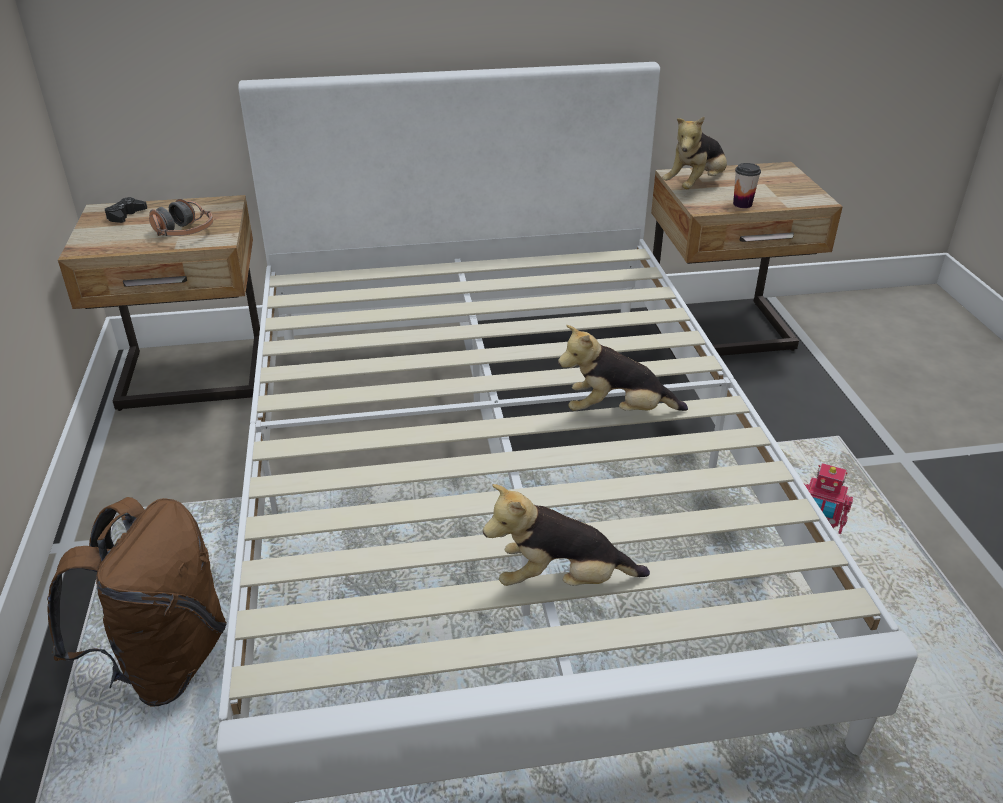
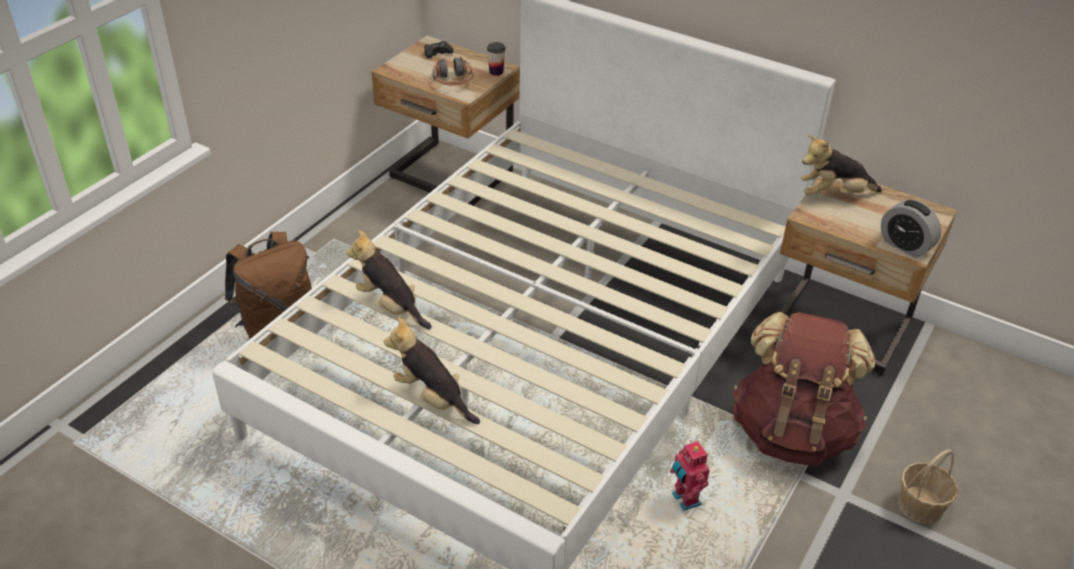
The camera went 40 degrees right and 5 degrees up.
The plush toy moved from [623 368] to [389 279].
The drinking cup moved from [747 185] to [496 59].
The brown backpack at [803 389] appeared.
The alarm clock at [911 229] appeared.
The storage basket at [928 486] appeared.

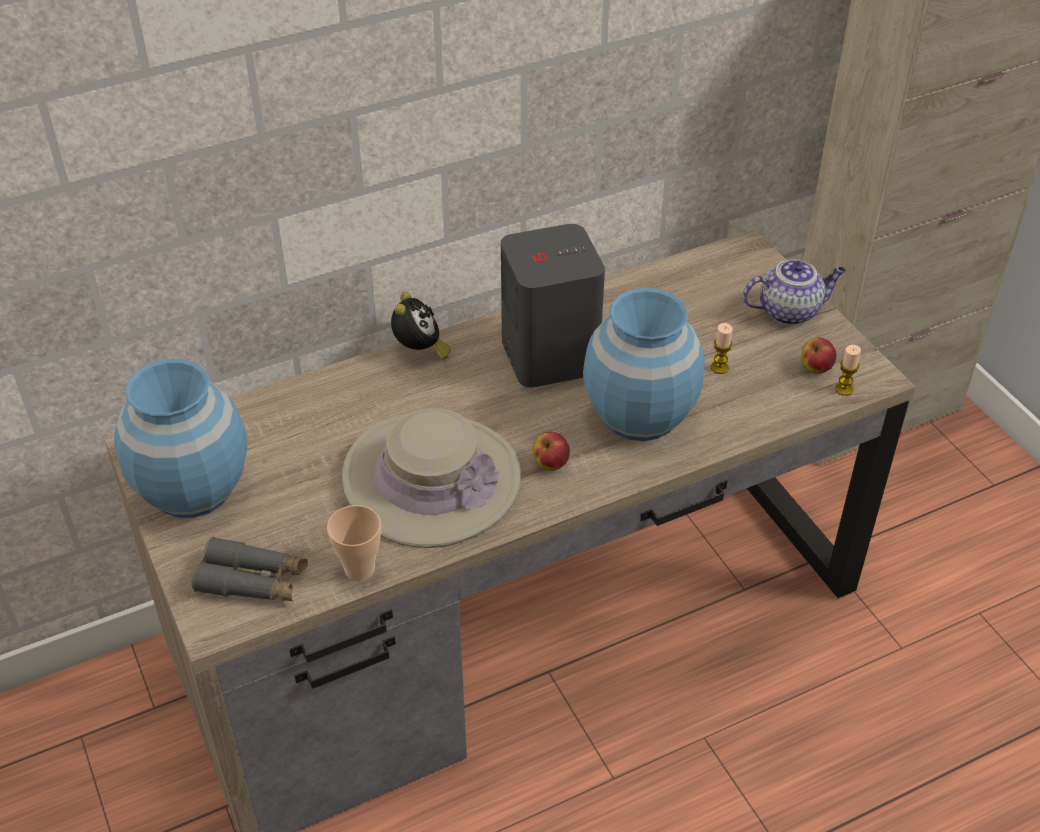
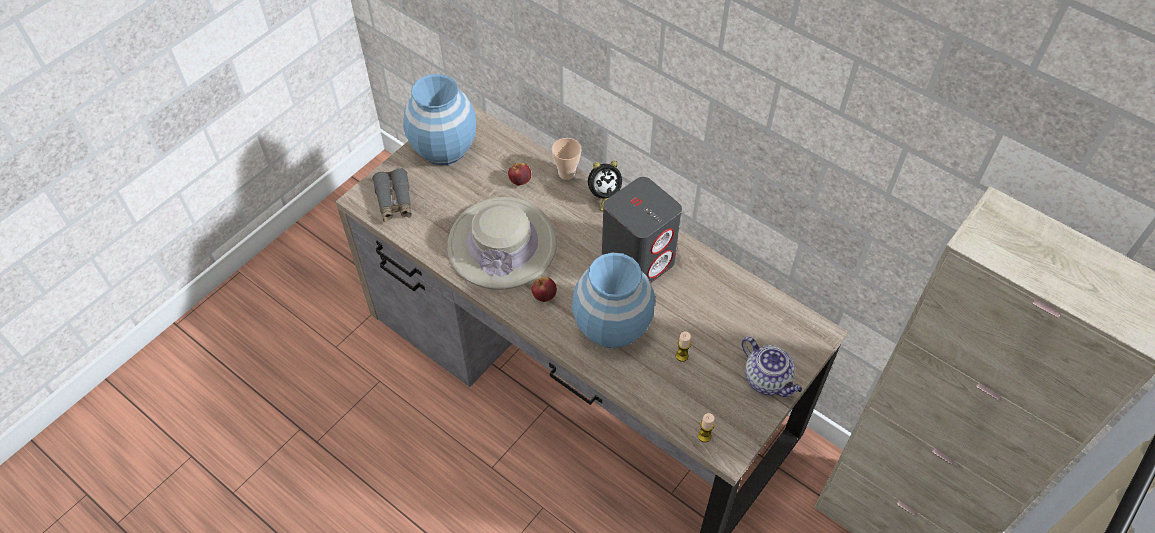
The camera went 65 degrees right and 10 degrees up.
The apple fruit moved from [819 356] to [519 174].
The drinking cup moved from [354 543] to [566 159].

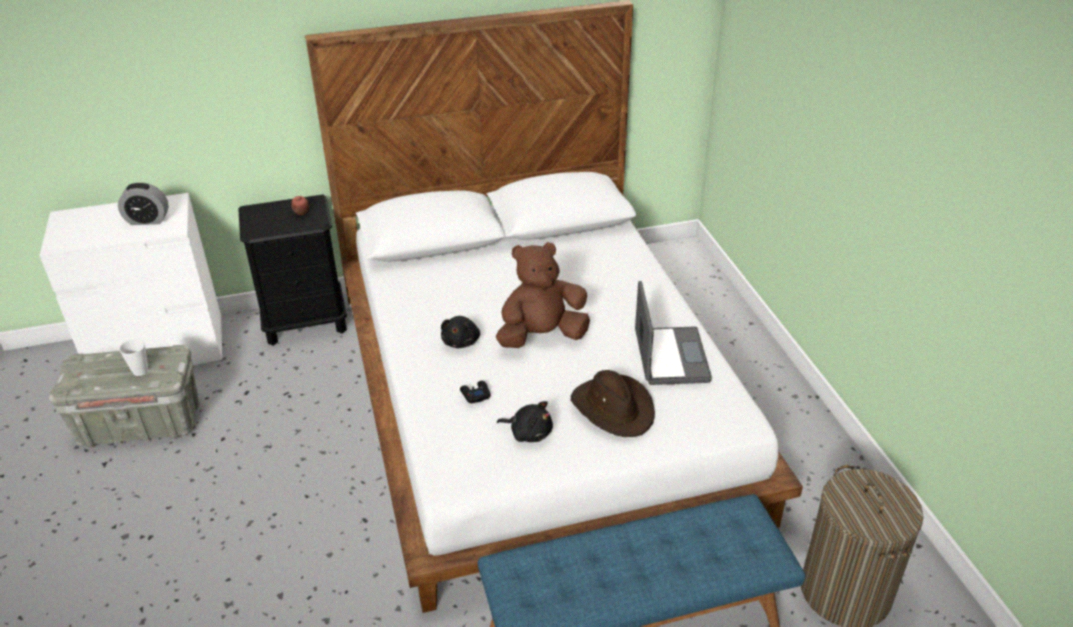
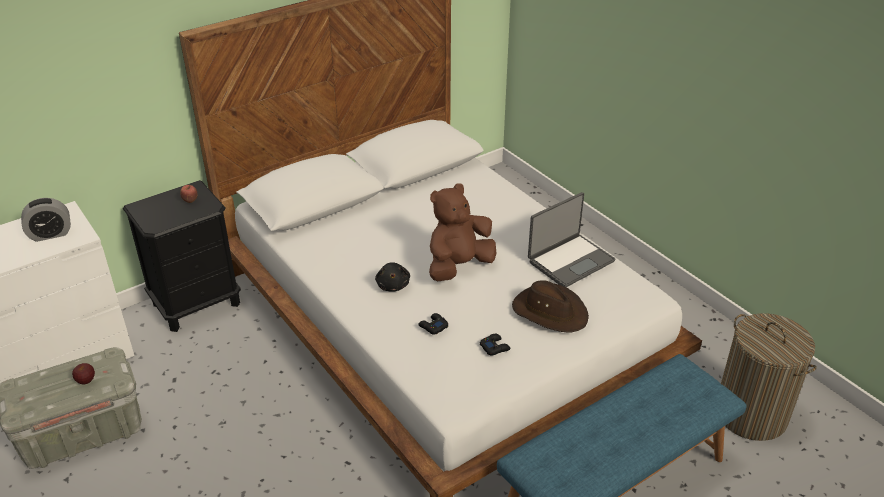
The camera went 20 degrees left and 0 degrees up.
The drinking cup at [133 357] was replaced by the apple fruit at [83 373].
The black plush toy at [525 421] was replaced by the black gamepad at [495 345].
The portable computer at [673 333] turned 75 degrees clockwise.

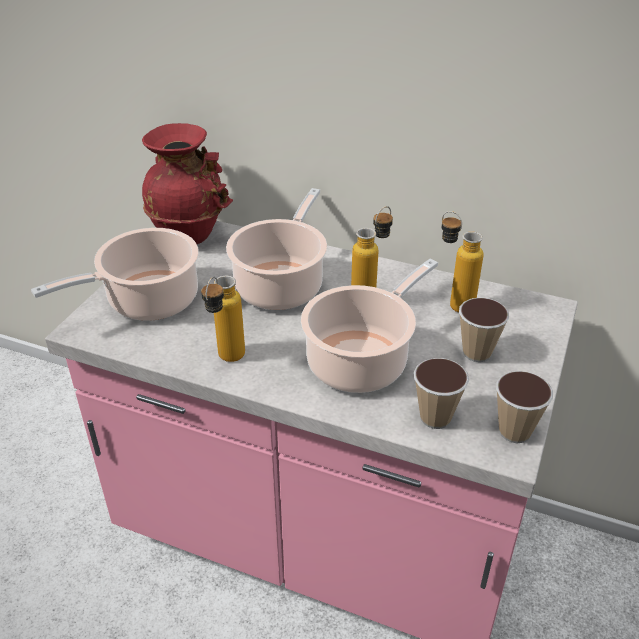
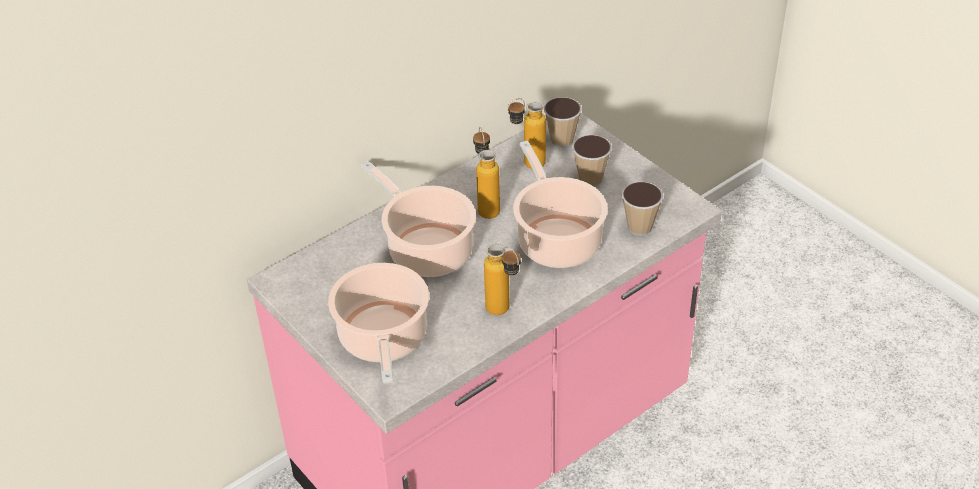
The camera went 60 degrees left and 5 degrees up.
The drinking cup moved from [524 407] to [563 122].
The red-coloured vase at [187 183] disappeared.

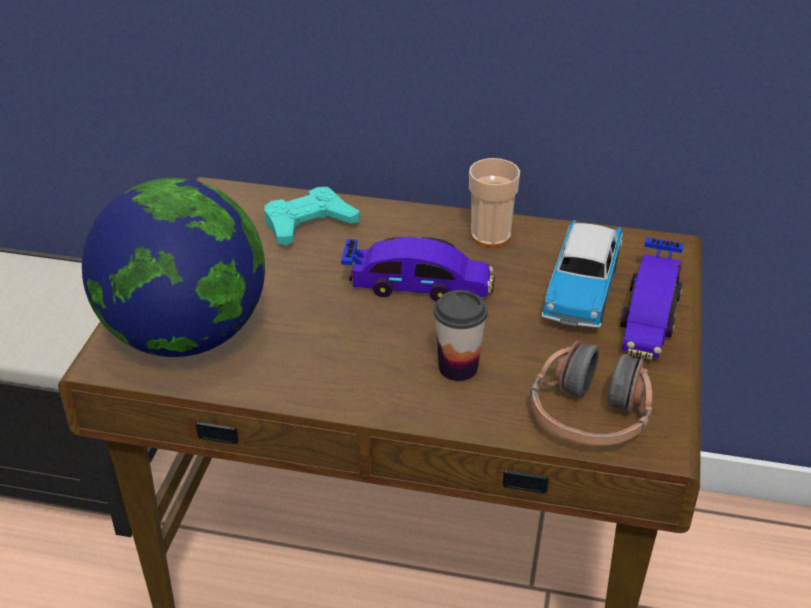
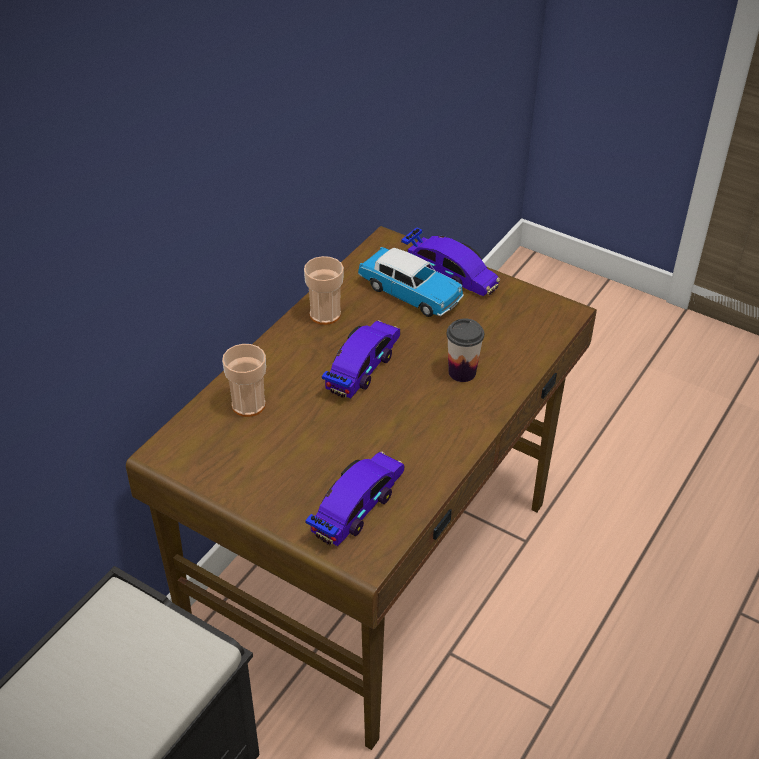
The camera went 70 degrees left and 5 degrees up.
The turquoise-coloured gamepad at [312 216] was replaced by the drinking cup at [244 380].
The desk globe at [173 267] was replaced by the toy car at [354 499].
The headset at [591 392] disappeared.

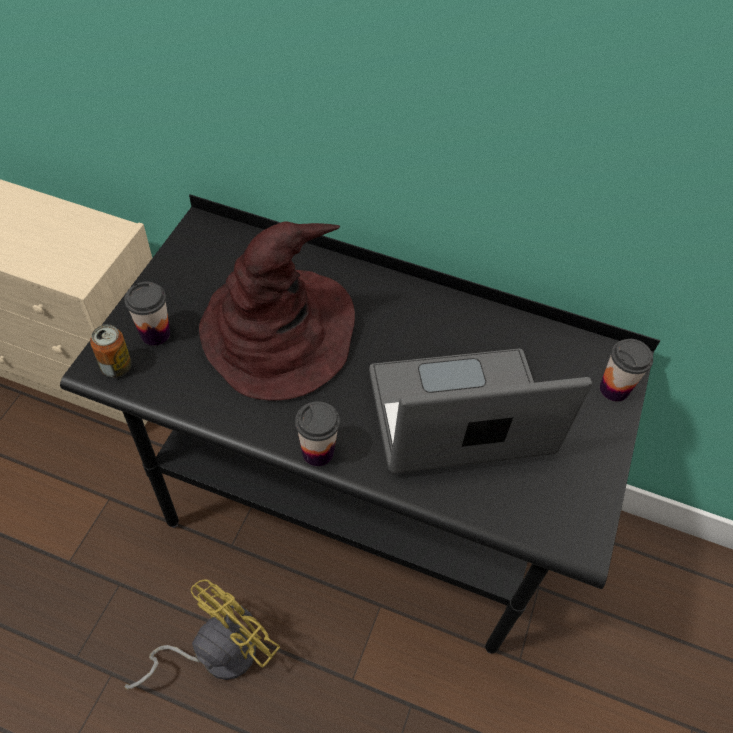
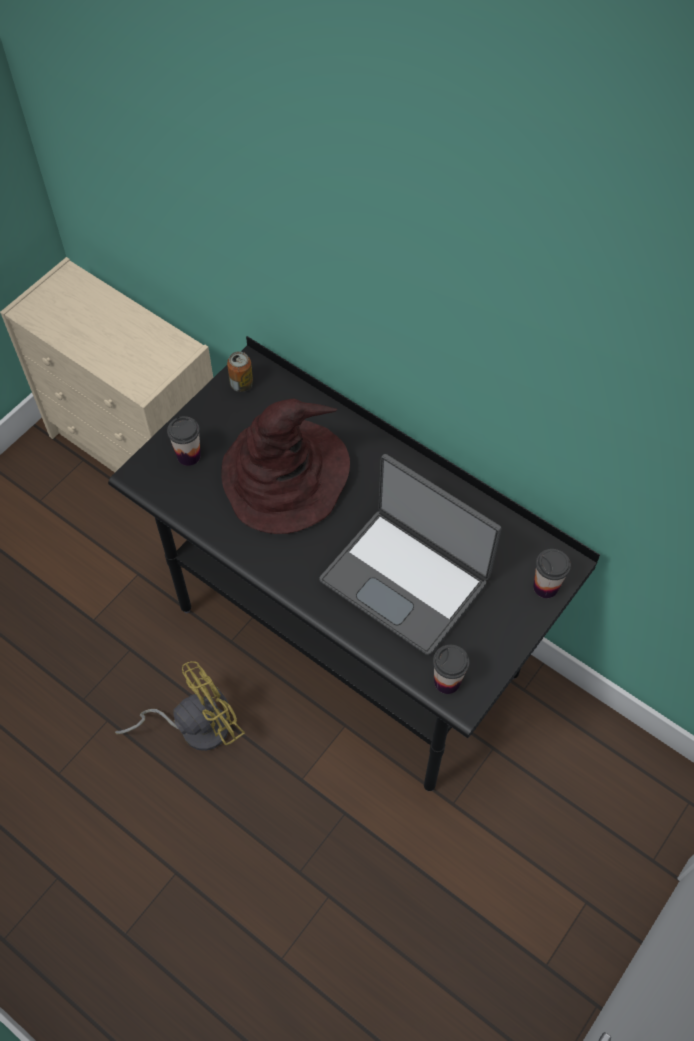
The camera went 20 degrees right and 5 degrees up.
The can moved from [111 351] to [240 371].
The portable computer at [480 411] turned 150 degrees counterclockwise.
The drinking cup moved from [317 433] to [451 669].

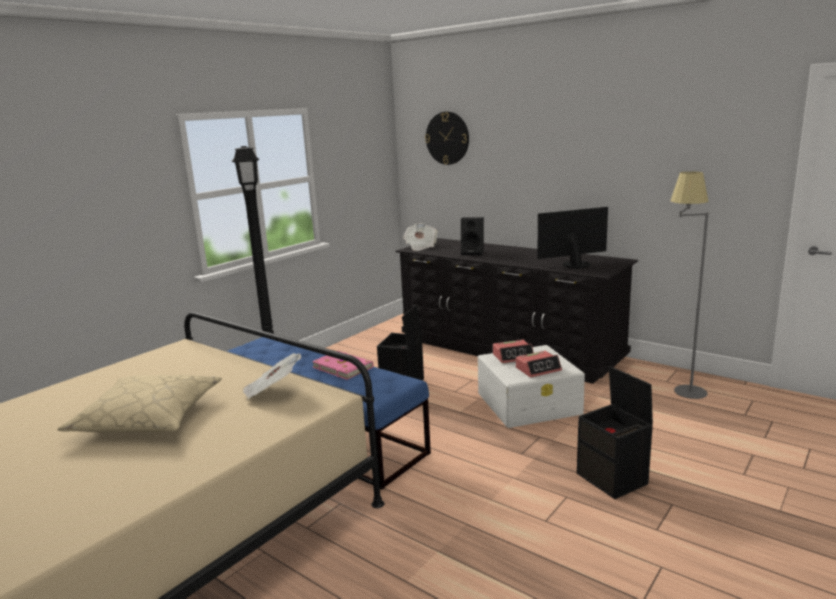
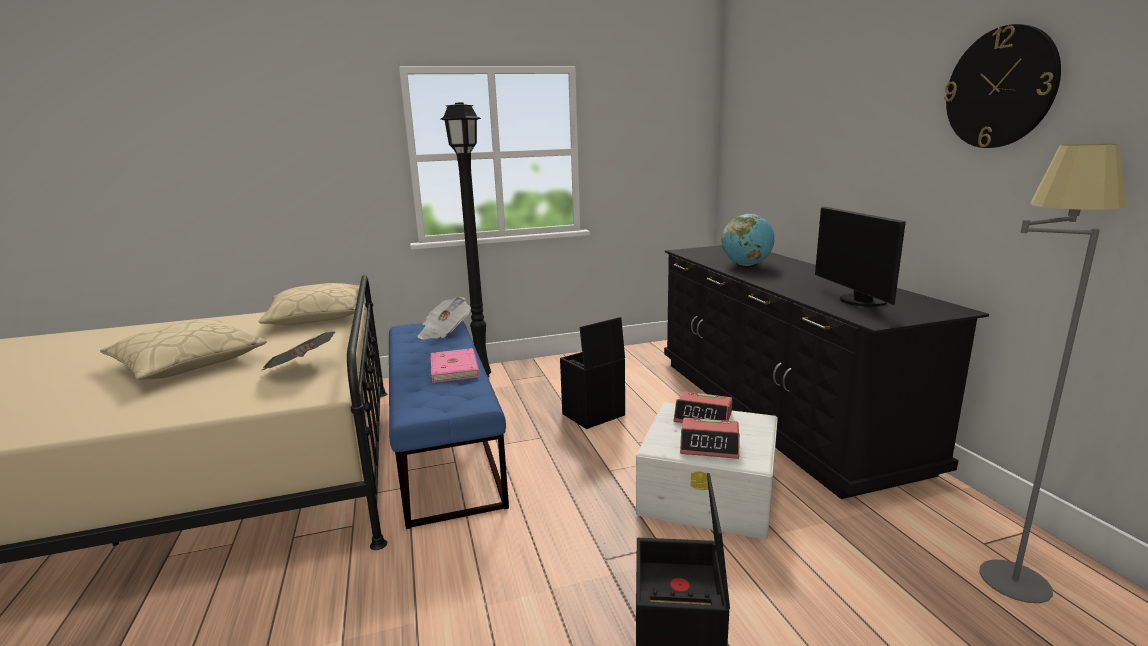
The camera went 35 degrees right and 0 degrees up.
The sand-coloured pillow at [309 304] appeared.
The newspaper moved from [420 237] to [444 318].
The black loudspeaker at [472 236] was replaced by the desk globe at [748 240].
The computer display at [572 237] turned 120 degrees counterclockwise.
The hanging clock moved from [447 138] to [1002 86].

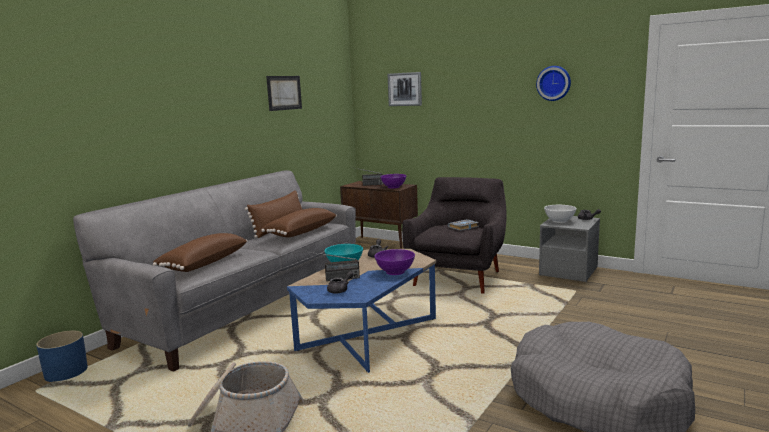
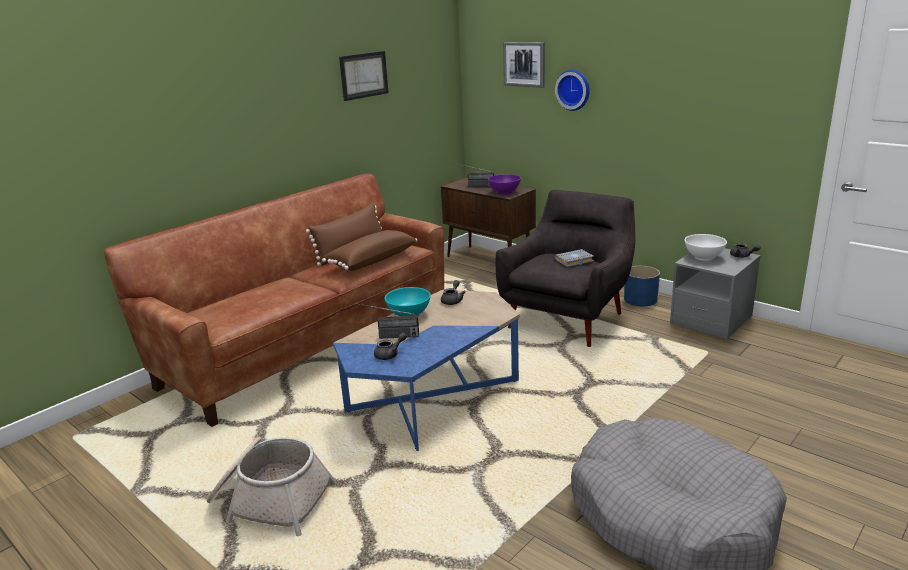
The camera went 10 degrees right and 10 degrees up.
The gray sofa at [214 271] became the brown sofa at [274 300].
The hanging clock moved from [553 83] to [572 90].
The blue-coloured plant pot moved from [62 356] to [642 286].
The brown pillow at [200 252] disappeared.
The purplish serving bowl at [394 262] disappeared.

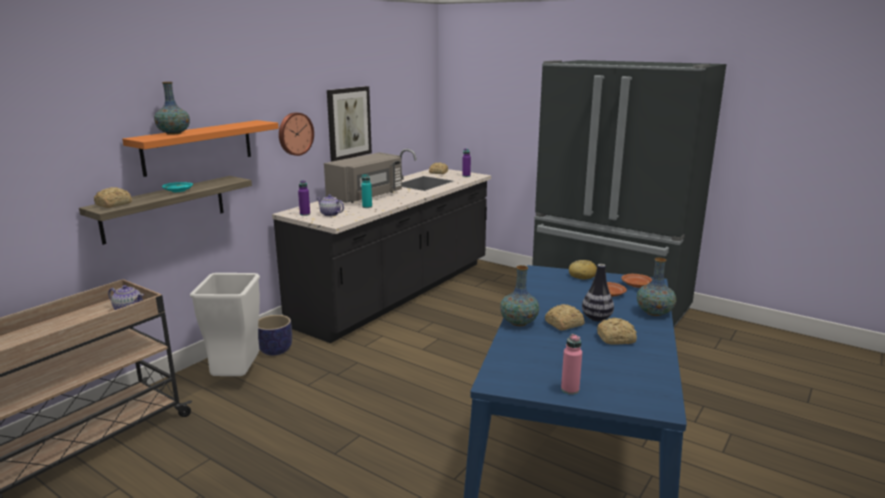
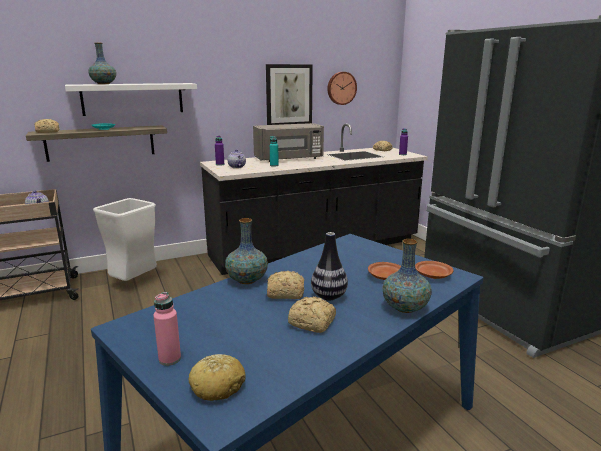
The camera went 30 degrees right and 0 degrees up.
The orange wall shelf at [200 148] became the whitish wall shelf at [131 99].
The baked bread moved from [583 270] to [217 377].
The hanging clock moved from [296 134] to [342 88].
The plant pot at [275 335] disappeared.

